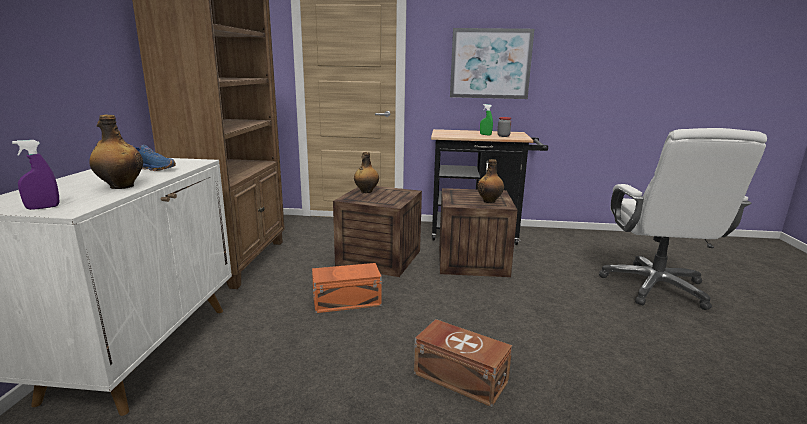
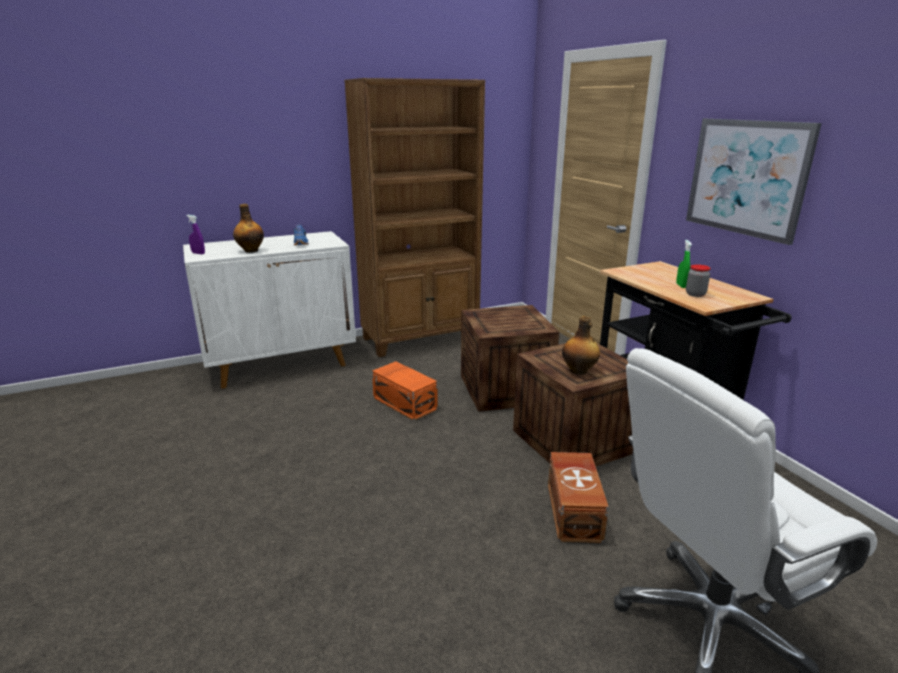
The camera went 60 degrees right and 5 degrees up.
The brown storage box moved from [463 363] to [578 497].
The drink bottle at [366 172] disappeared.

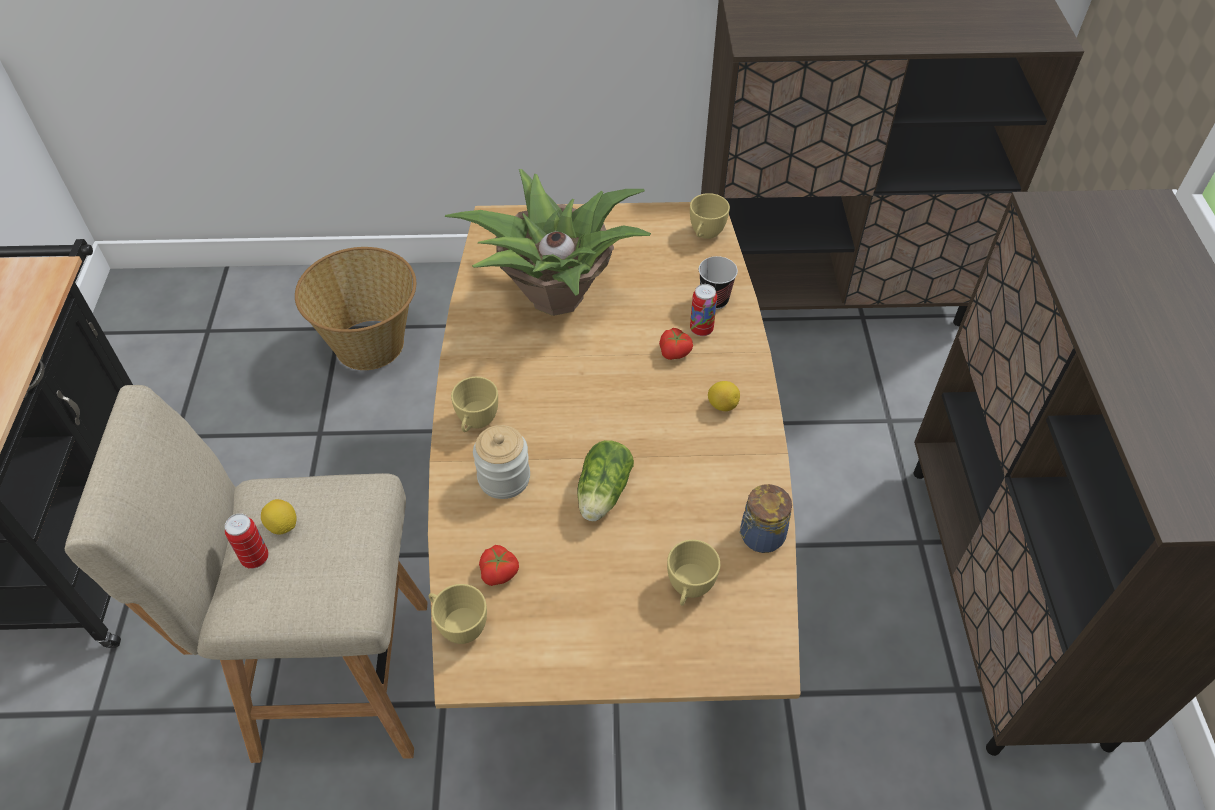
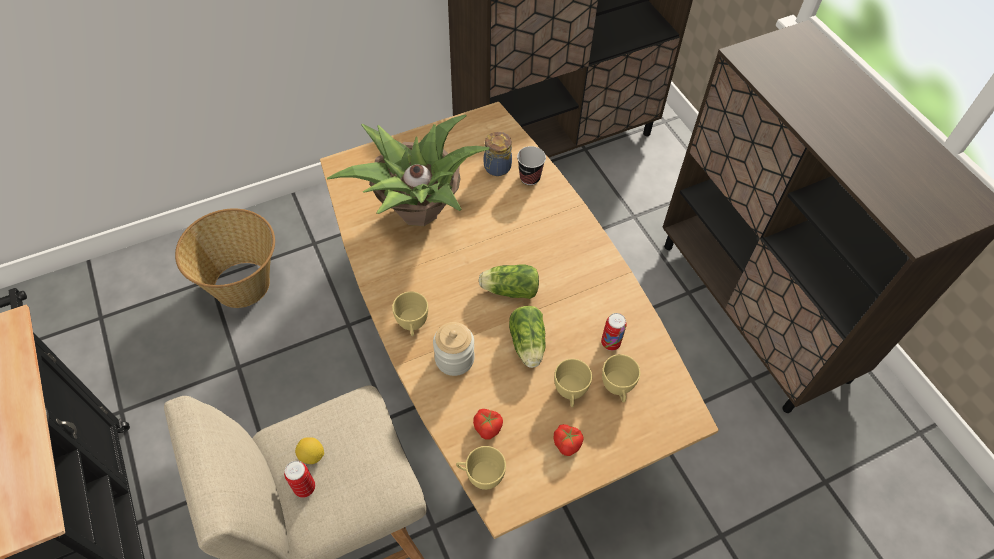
The camera went 25 degrees left and 5 degrees up.
The lettuce head at [509 282] appeared.
The preserve jar moved from [765 518] to [498 154].
The fresh tomato moved from [676 344] to [568 440].
The yellowish drinking cup moved from [710 216] to [573 383].
The can moved from [703 310] to [614 332].
The lemon at [724 396] disappeared.

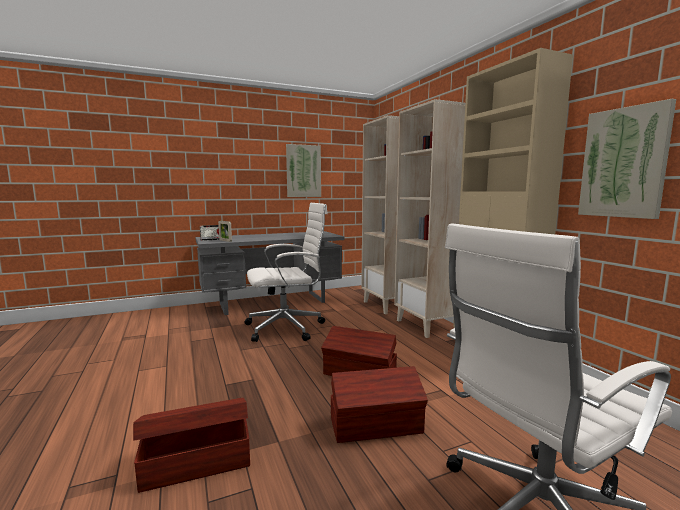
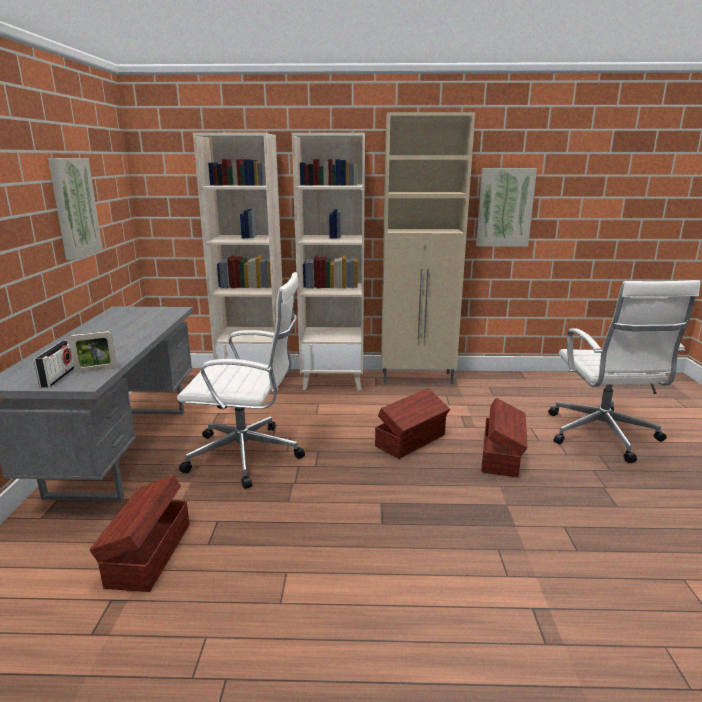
The camera went 65 degrees left and 10 degrees up.
The brown storage box moved from [191 445] to [139 533].
The whitish computer chair at [286 272] turned 90 degrees clockwise.

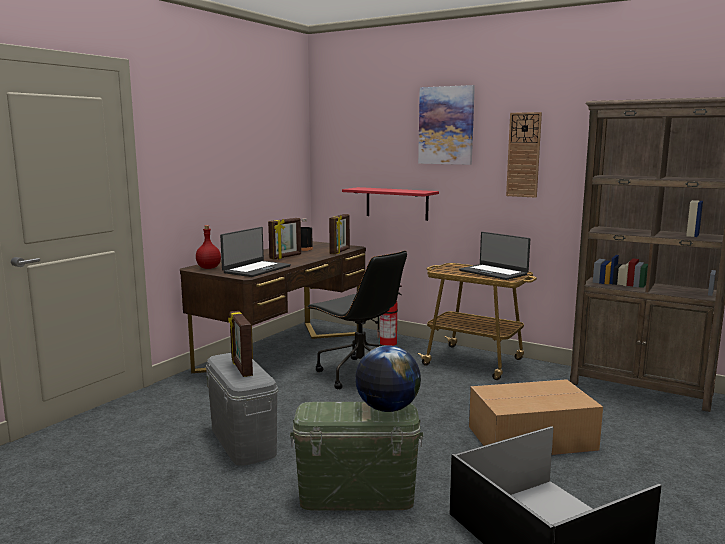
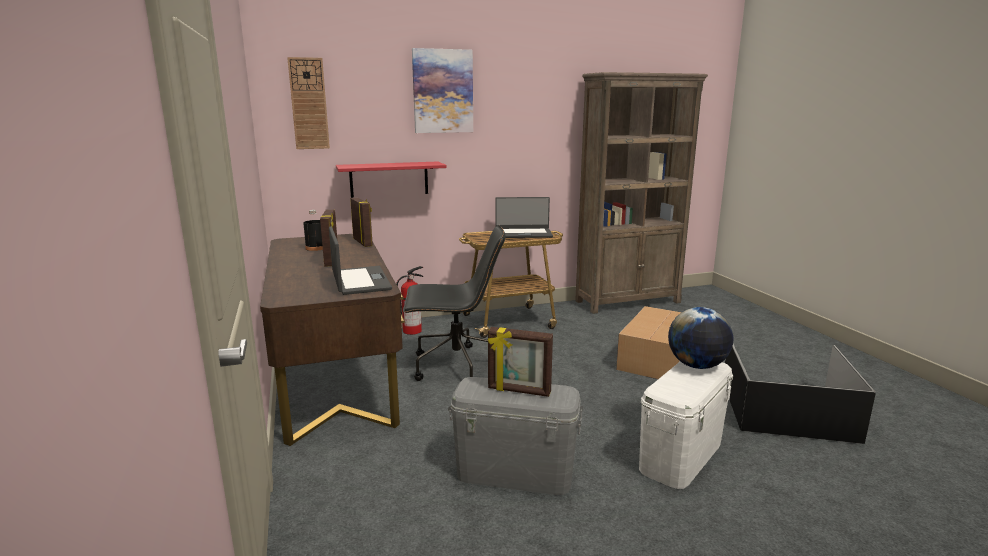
The camera went 50 degrees left and 5 degrees up.
The hanging clock moved from [524 155] to [308 103].
The green-coloured storage box at [356 456] became the whitish storage box at [686 425].
The red-coloured drink bottle at [208 247] disappeared.

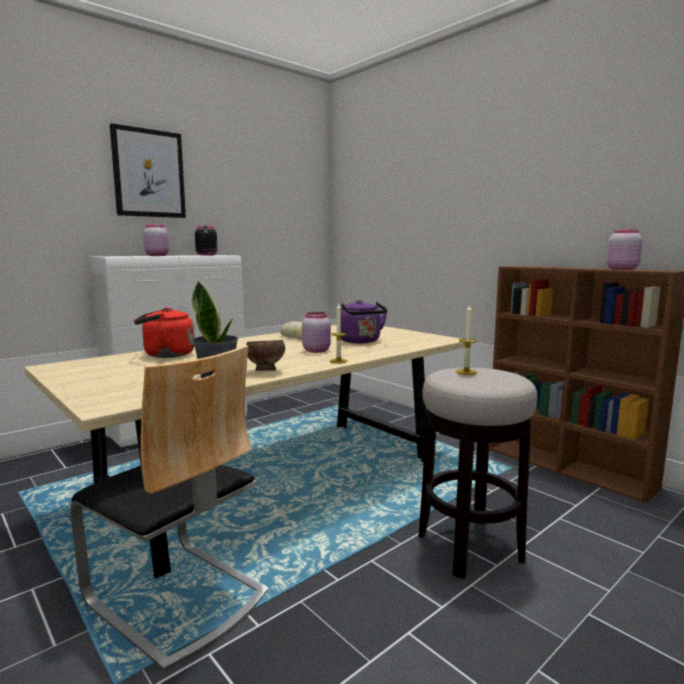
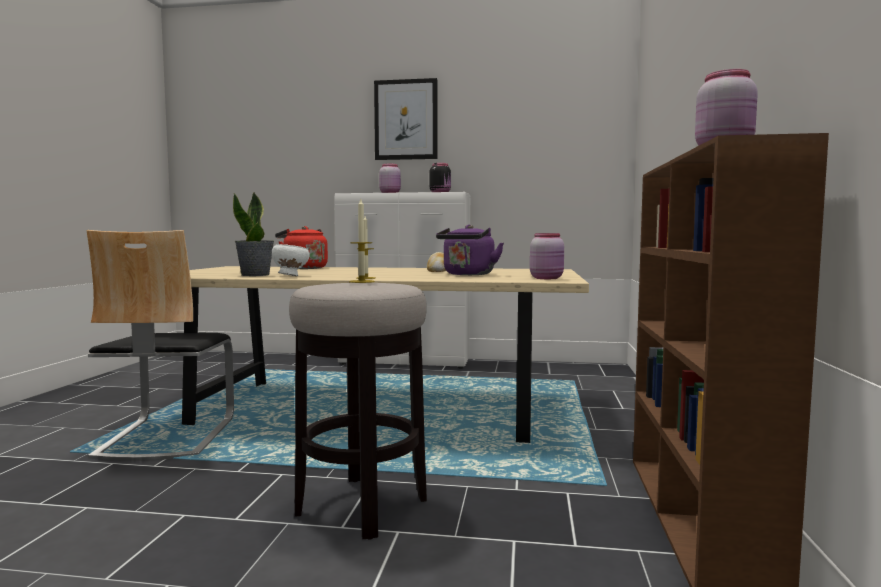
The camera went 50 degrees right and 5 degrees down.
The brown serving bowl at [265 355] became the whitish serving bowl at [291 260].
The pink-coloured preserve jar moved from [316 332] to [547 256].

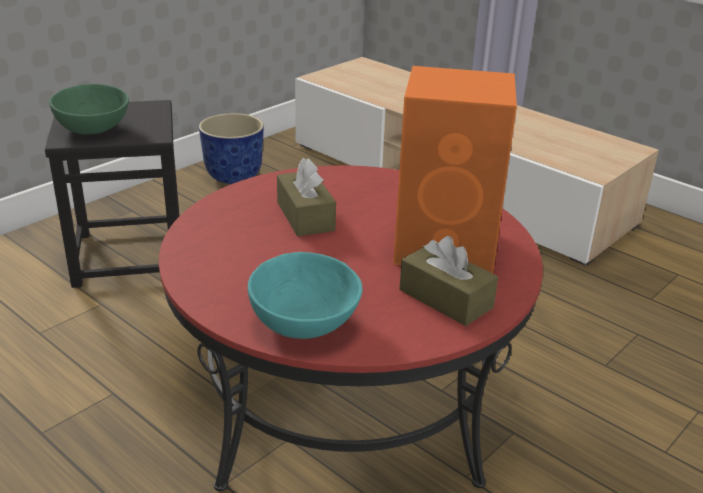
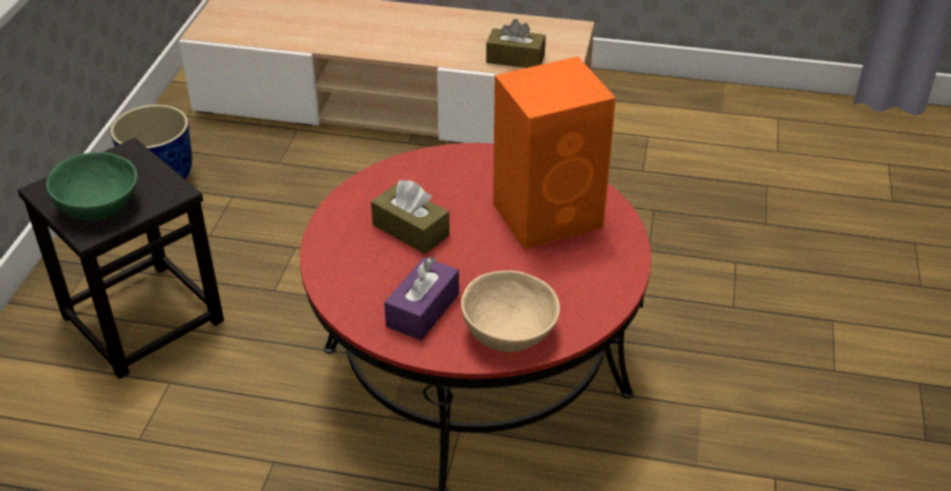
The camera went 30 degrees left and 10 degrees up.
The purplish box of tissues at [421 298] appeared.
The turquoise-coloured serving bowl at [305 295] became the sand-coloured serving bowl at [510 311].
The brown box of tissues moved from [448 281] to [516 43].

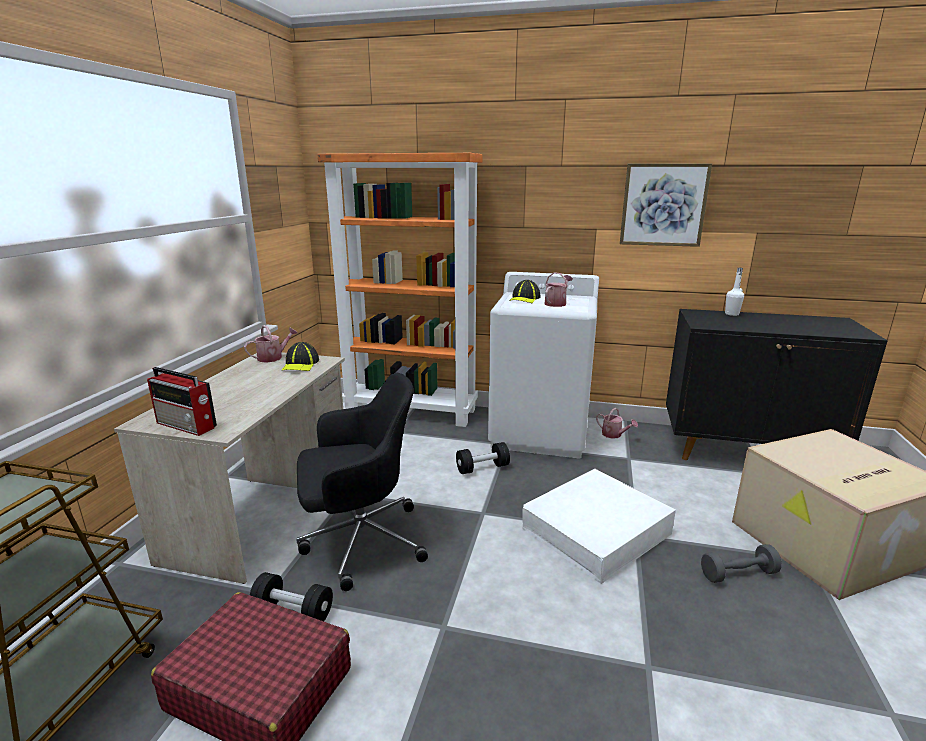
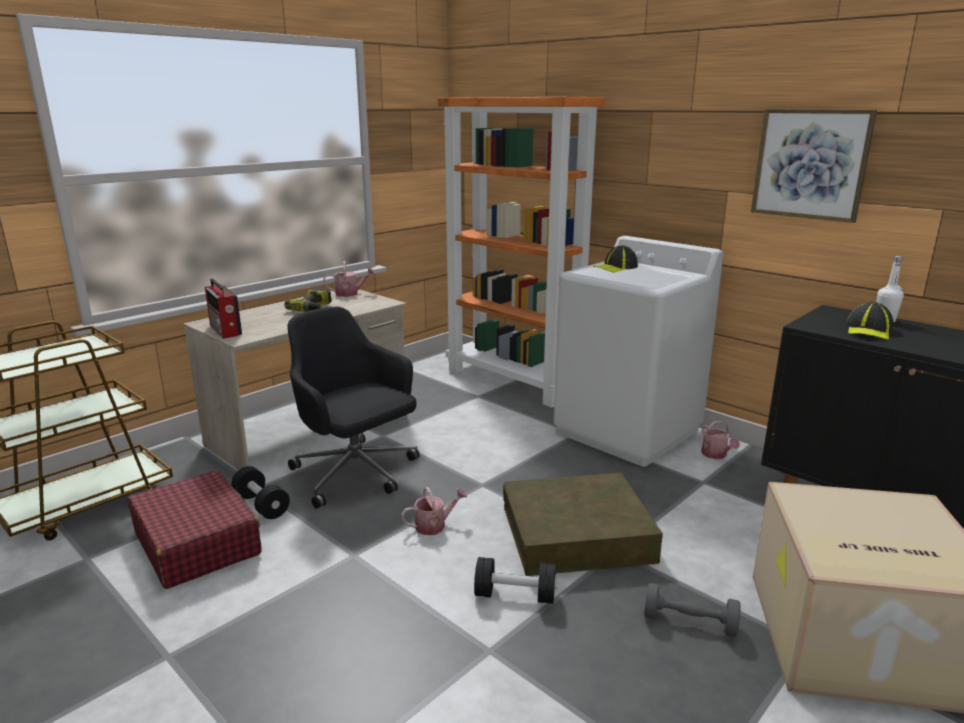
The camera went 30 degrees right and 0 degrees up.
The electric drill at [308 300] appeared.
The black computer chair at [362 482] turned 150 degrees counterclockwise.
The sprinkling can moved from [558 289] to [434 511].
The black hand weight moved from [483 458] to [515 580].
The whitish storage box at [599 526] became the brown storage box at [583 524].
The peaked cap moved from [300 356] to [870 321].

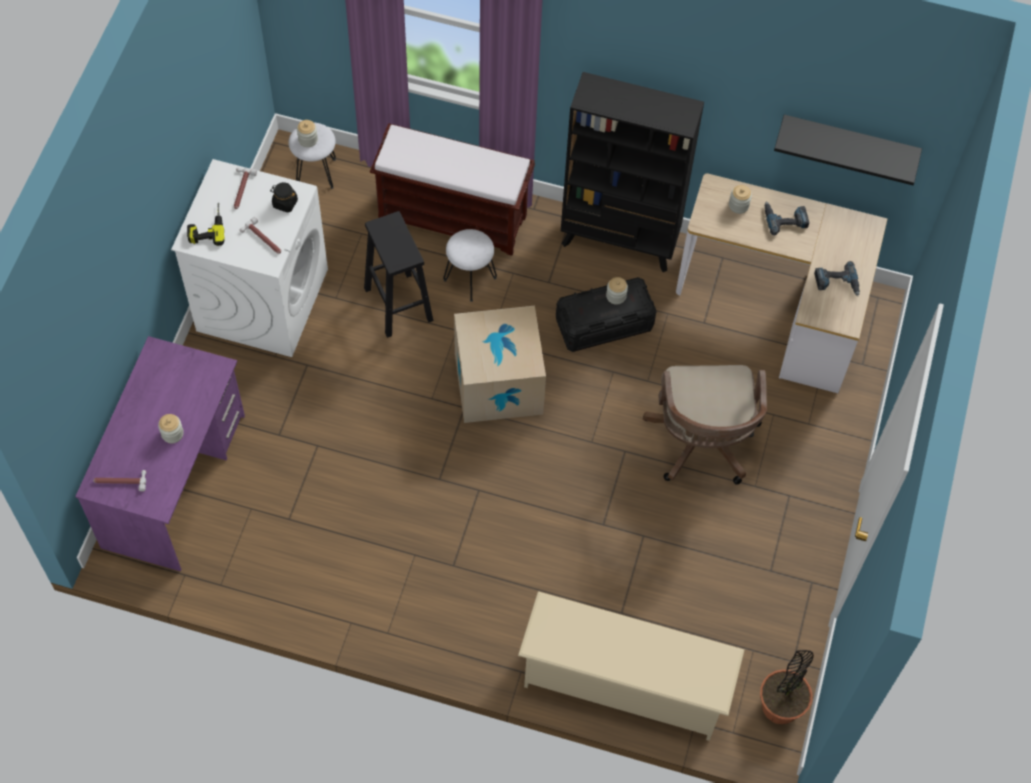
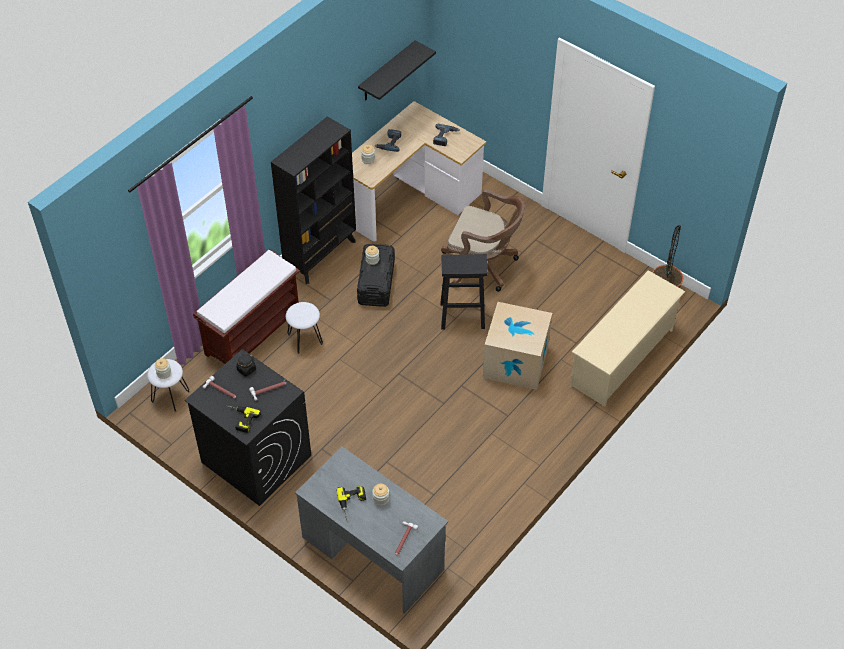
The camera went 65 degrees left and 10 degrees down.
The whitish laundry machine at [249 258] became the black laundry machine at [248 427].
The purplish desk unit at [160 453] became the gray desk unit at [371 530].
The electric drill at [351 503] appeared.
The black stool moved from [398 274] to [464 291].
The cardboard box moved from [500 364] to [517 346].

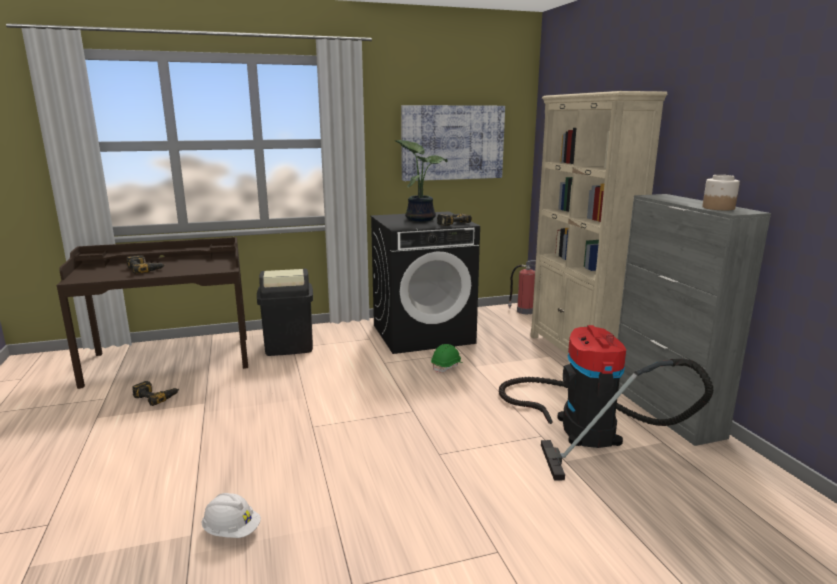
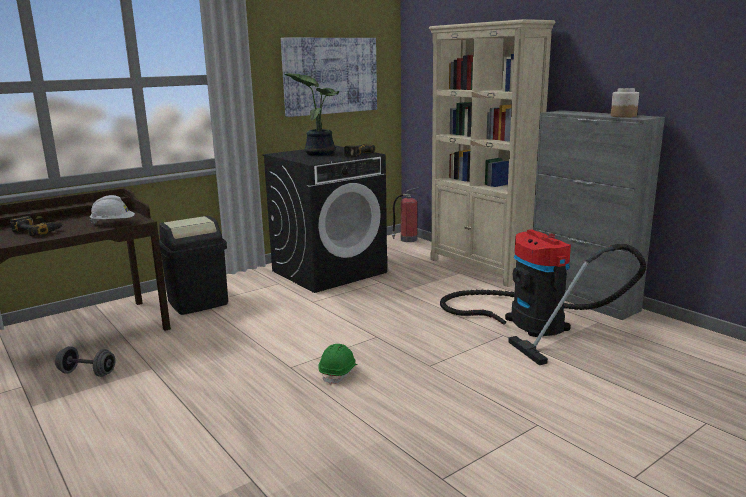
The camera went 20 degrees left and 0 degrees up.
The electric drill at [155 393] was replaced by the gray hand weight at [85 361].
The whitish safety helmet moved from [231 515] to [112 210].
The green-coloured safety helmet moved from [446 358] to [337 364].

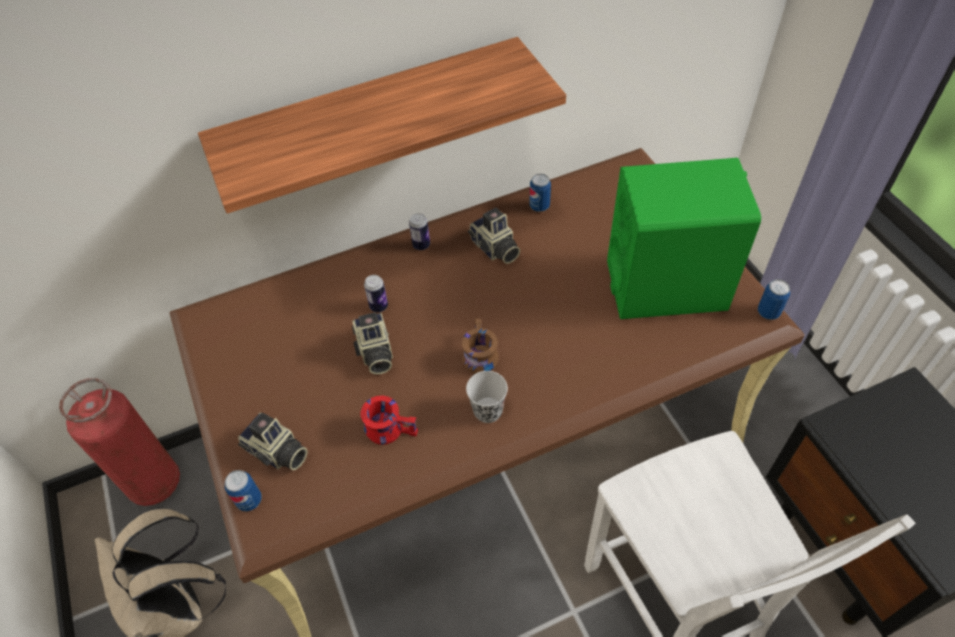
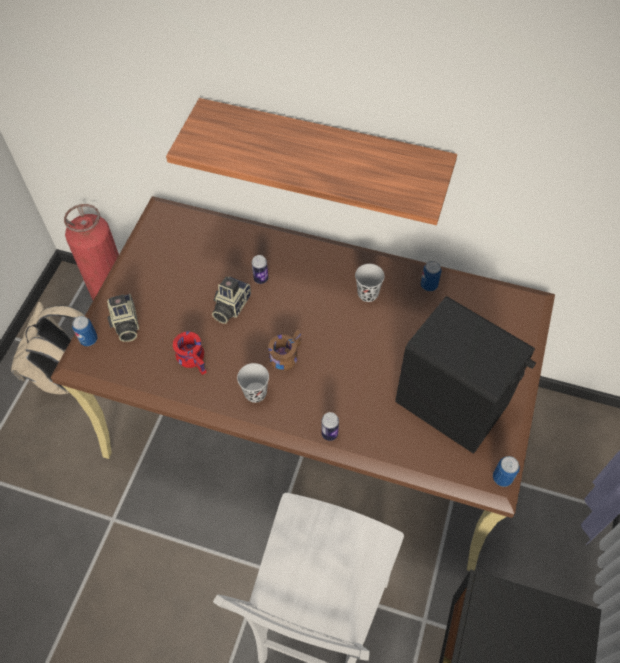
The camera went 40 degrees right and 5 degrees up.
The can moved from [419 231] to [330 426].
The photo camera at [494 236] was replaced by the black drinking cup at [370 283].
The green-coloured loudspeaker at [684 238] became the black loudspeaker at [465 375].

